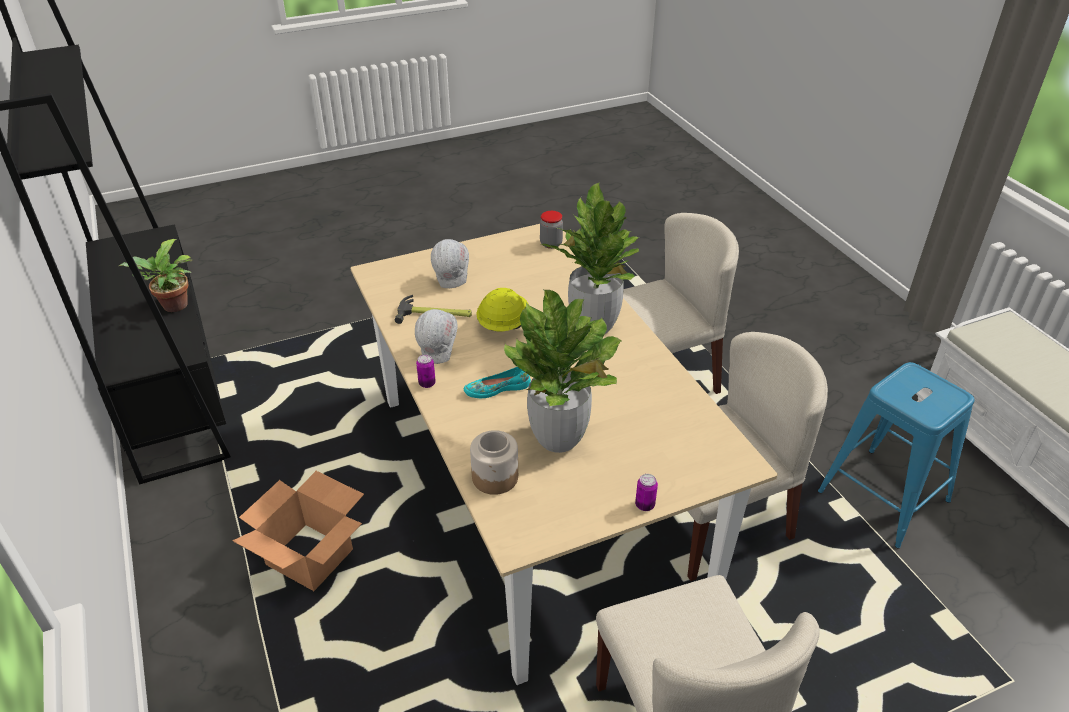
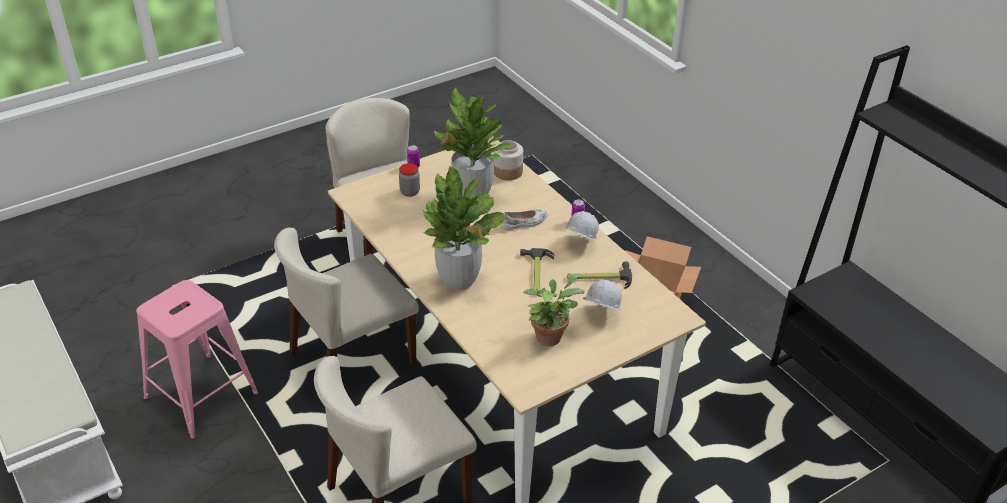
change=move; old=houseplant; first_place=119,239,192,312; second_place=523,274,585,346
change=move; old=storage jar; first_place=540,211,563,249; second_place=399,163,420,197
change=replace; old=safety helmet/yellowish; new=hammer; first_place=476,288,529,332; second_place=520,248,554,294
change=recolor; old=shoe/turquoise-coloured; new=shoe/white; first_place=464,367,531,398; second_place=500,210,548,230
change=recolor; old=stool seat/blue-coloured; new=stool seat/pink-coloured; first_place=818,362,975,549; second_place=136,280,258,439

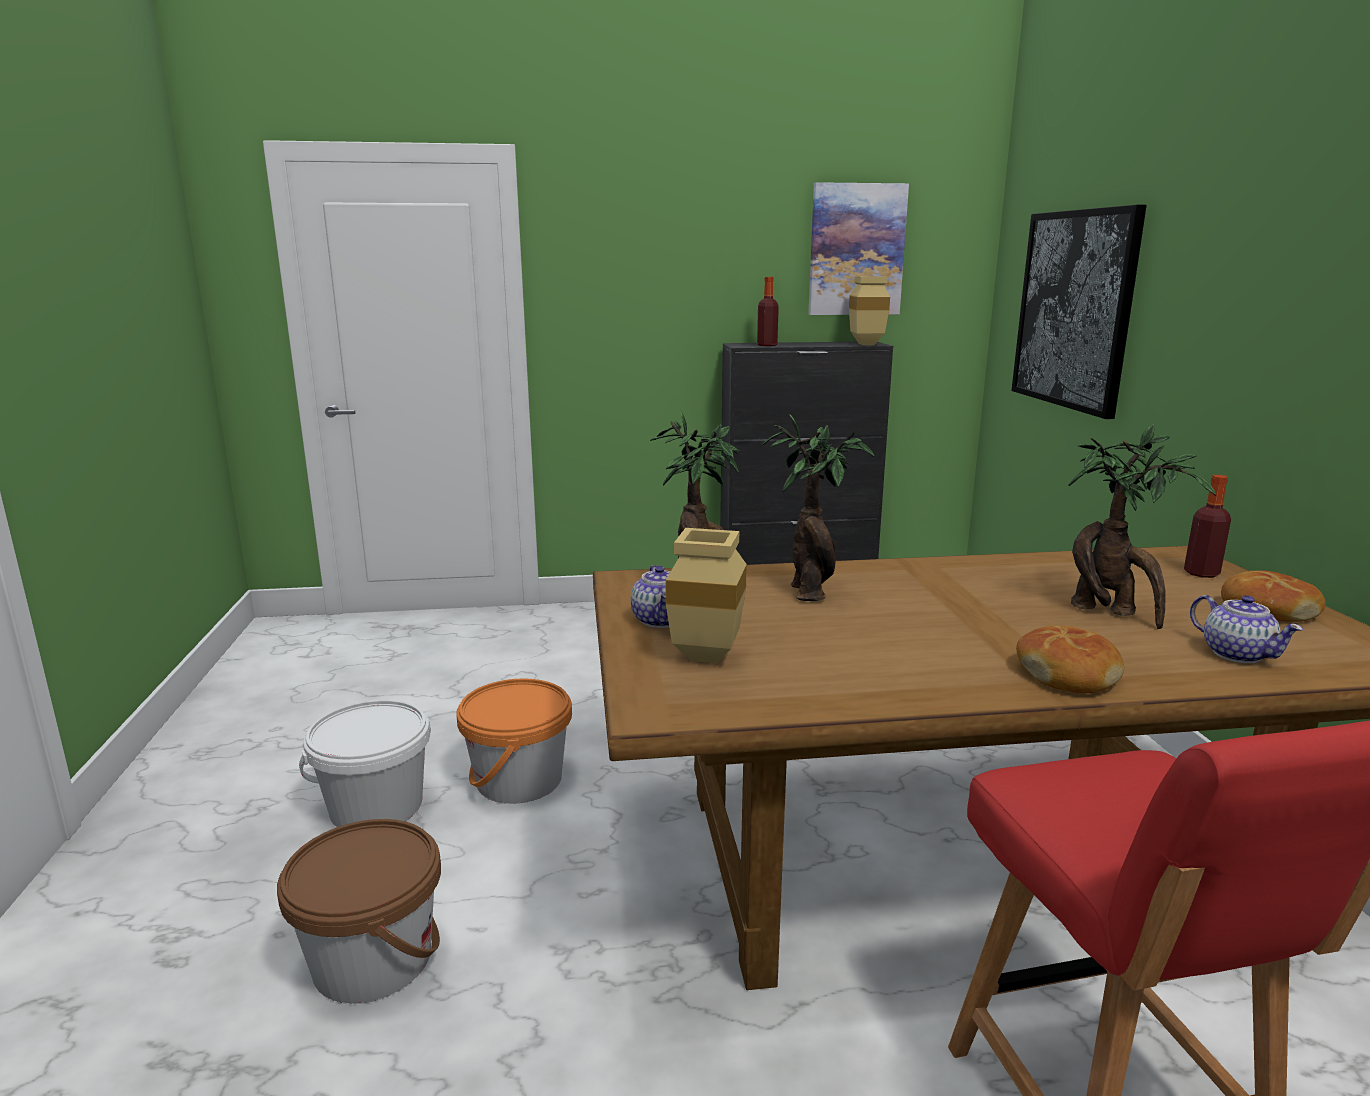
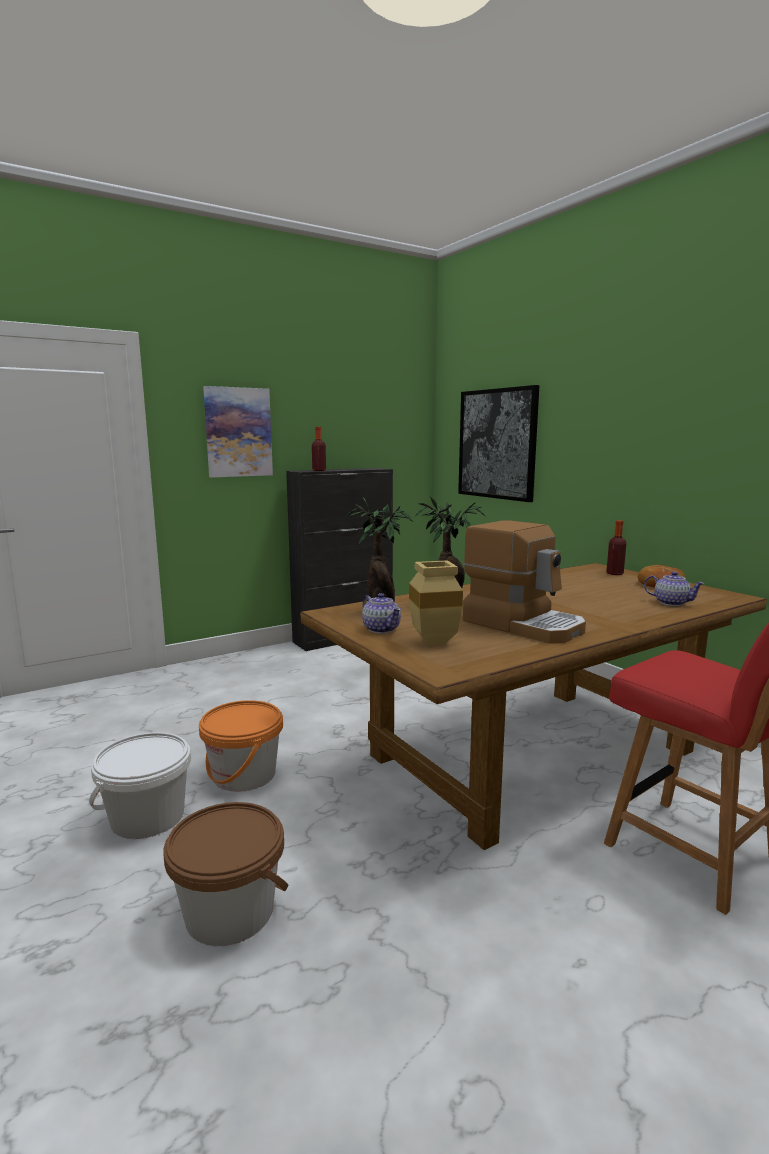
change=delete; old=flower vase/beige; first_place=849,276,890,345
change=delete; old=bakery bread; first_place=1016,626,1124,693
change=delete; old=houseplant; first_place=1068,424,1216,629
change=insert; new=coffee machine; second_place=463,520,586,644
change=move; old=picture; first_place=808,182,909,315; second_place=203,386,273,478

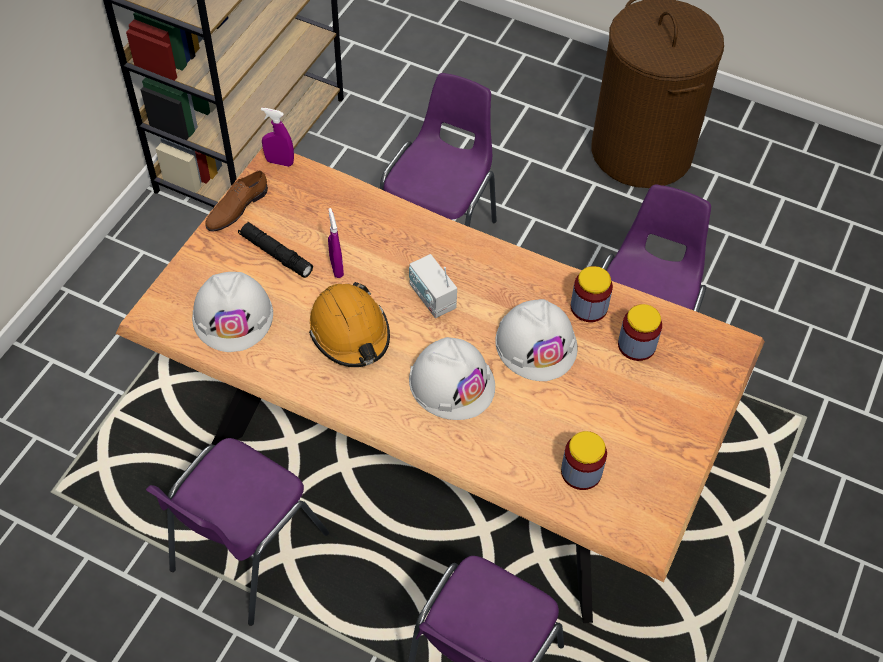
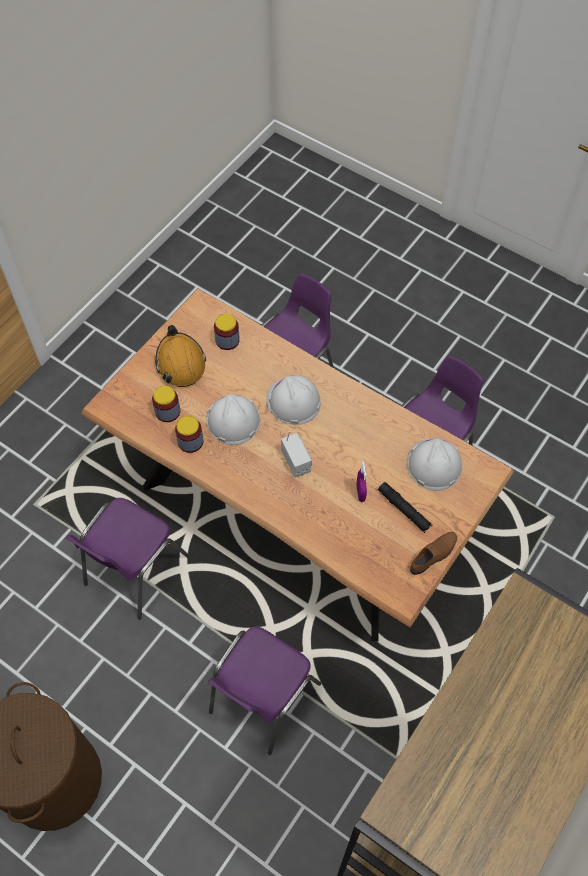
change=delete; old=hand sprayer/purple; first_place=261,107,294,167
change=move; old=safety helmet/orange; first_place=309,282,390,367; second_place=155,325,206,387

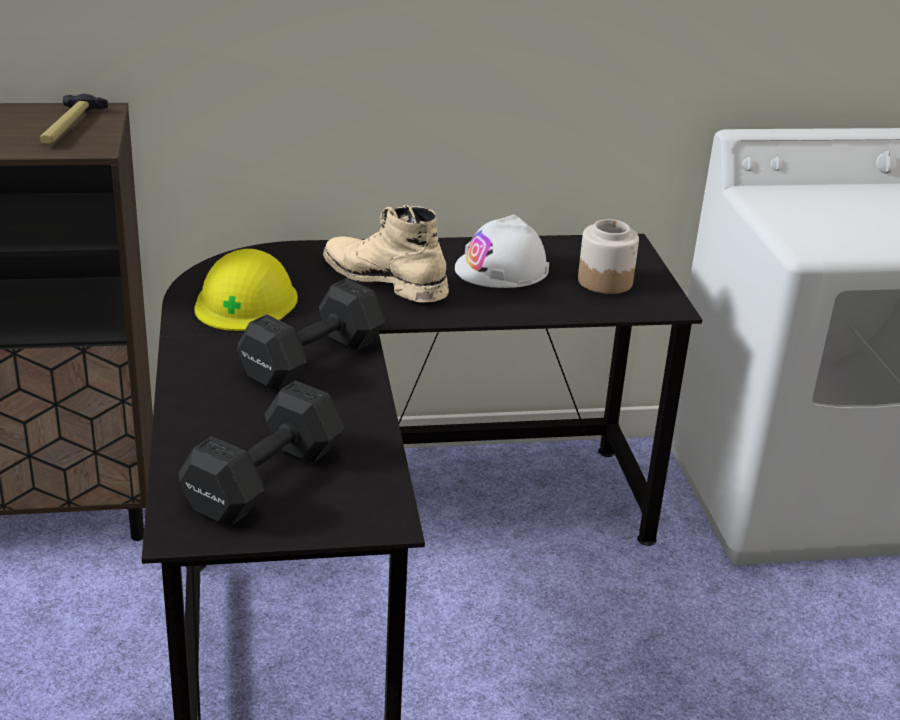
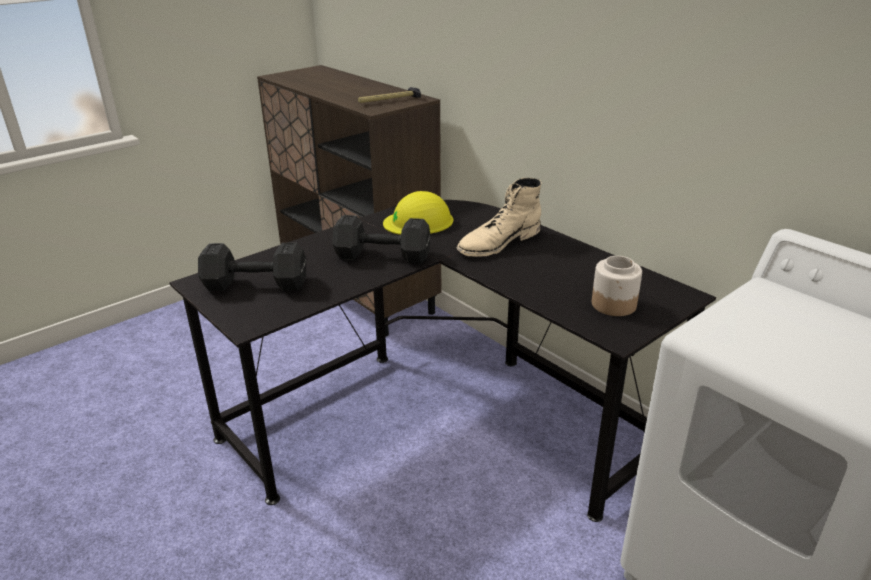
change=delete; old=safety helmet/white; first_place=455,215,549,288
change=rotate; old=boot/beige; first_place=323,205,449,303; second_place=456,178,541,257; degrees=-135

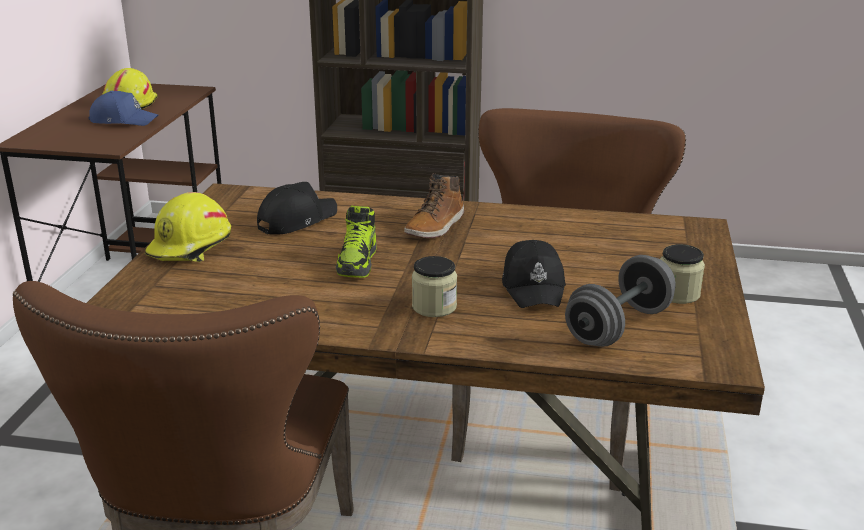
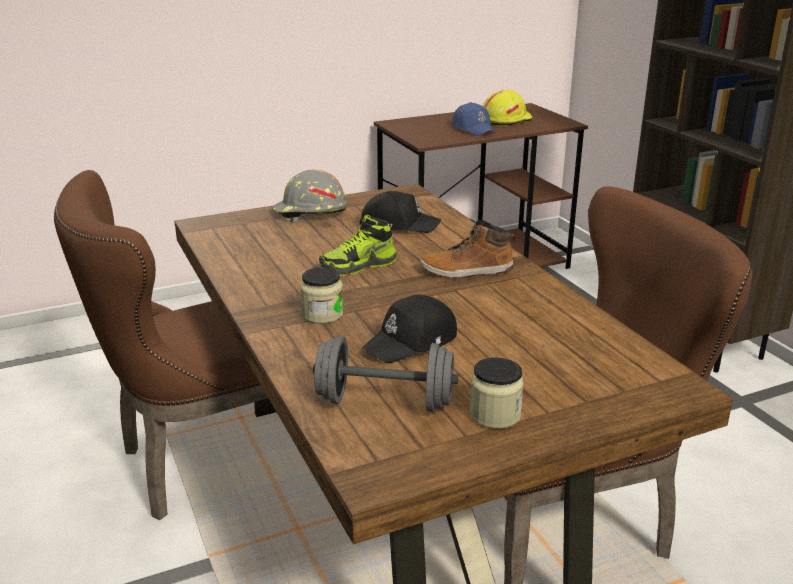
change=recolor; old=safety helmet/yellowish; new=safety helmet/greyish; first_place=145,192,231,262; second_place=272,169,347,223

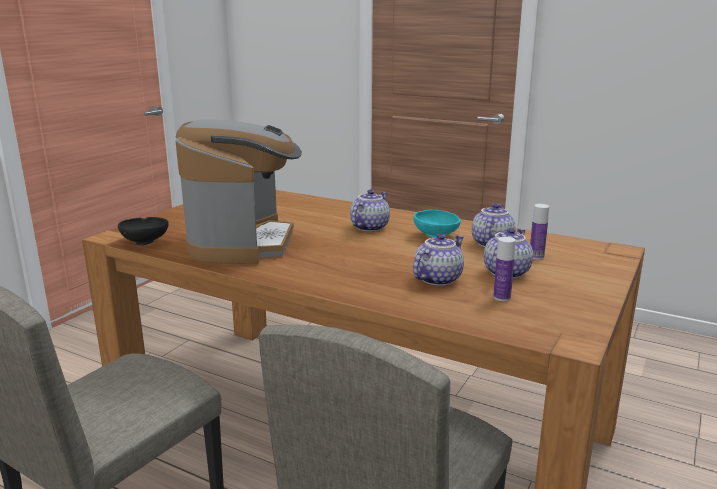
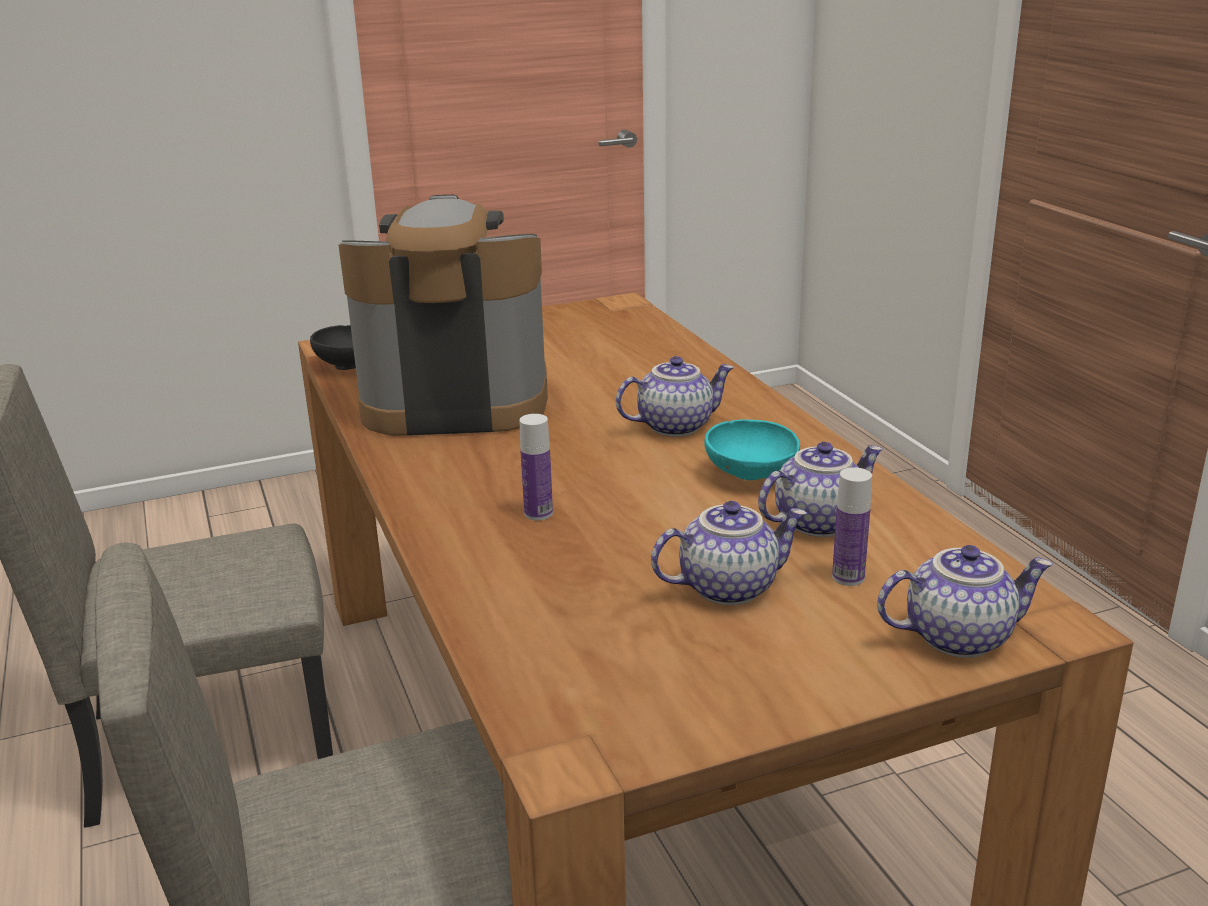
change=move; old=pot for tea; first_place=413,233,464,286; second_place=877,545,1053,658
change=move; old=beverage bottle; first_place=493,237,516,301; second_place=519,414,553,521
change=rotate; old=coffee machine; first_place=175,119,302,264; second_place=339,195,548,436; degrees=-135

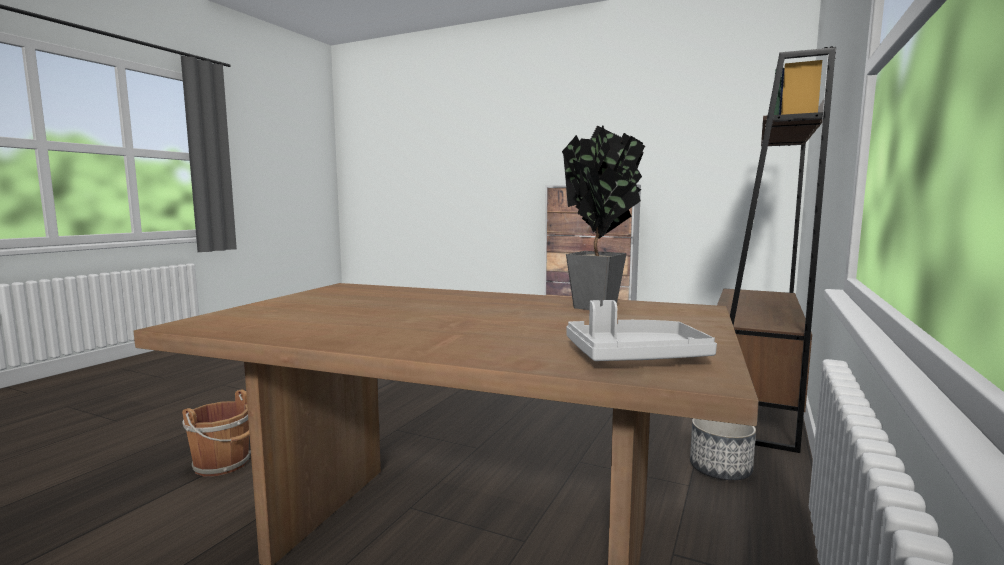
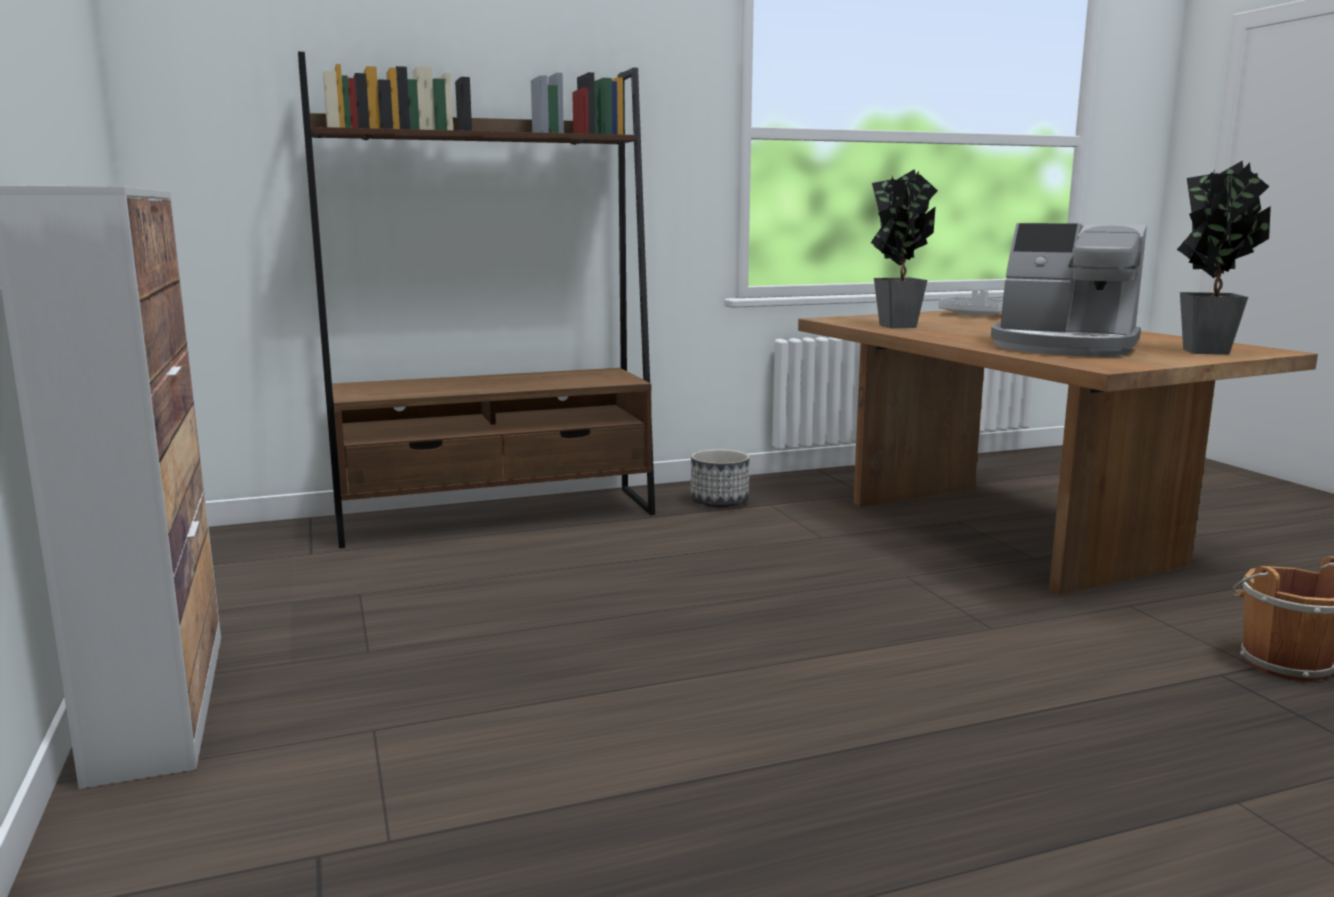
change=insert; new=coffee machine; second_place=991,223,1147,357
change=insert; new=houseplant; second_place=1177,160,1271,355

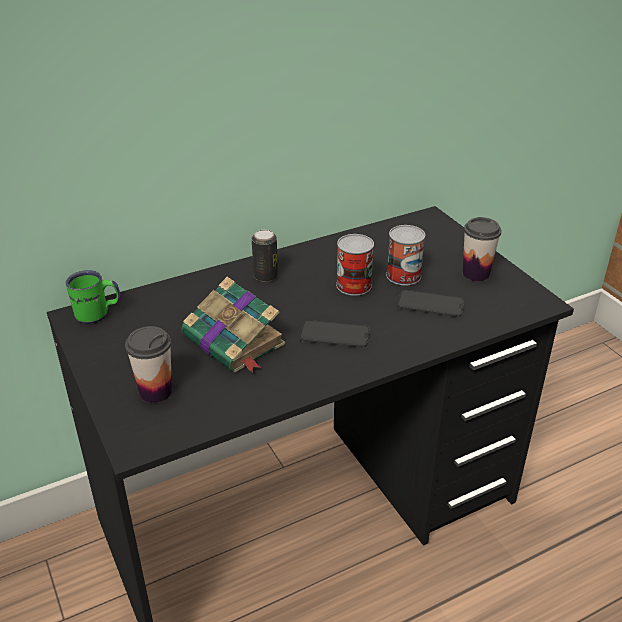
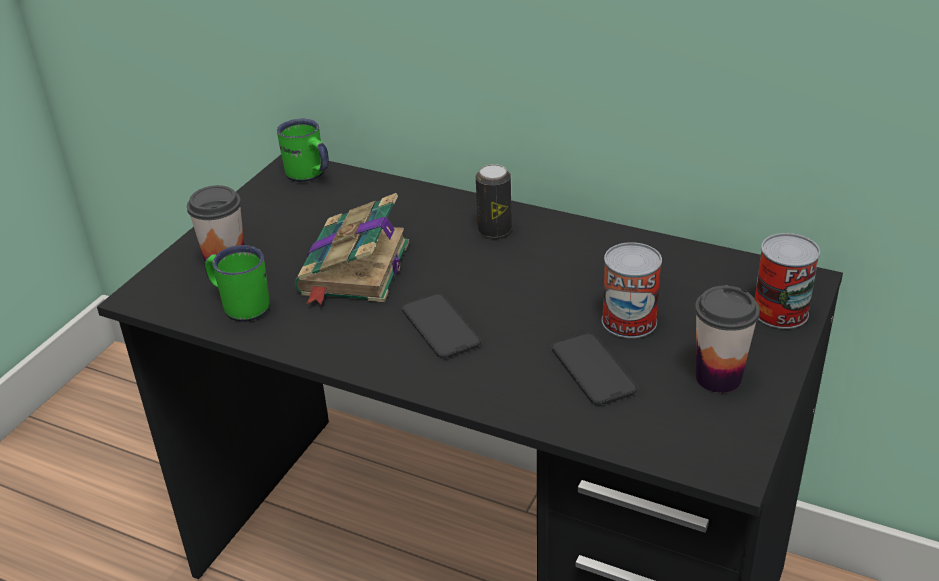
change=insert; new=mug/greenish; second_place=204,245,270,322
change=move; old=metal can; first_place=336,234,374,296; second_place=755,233,820,329

